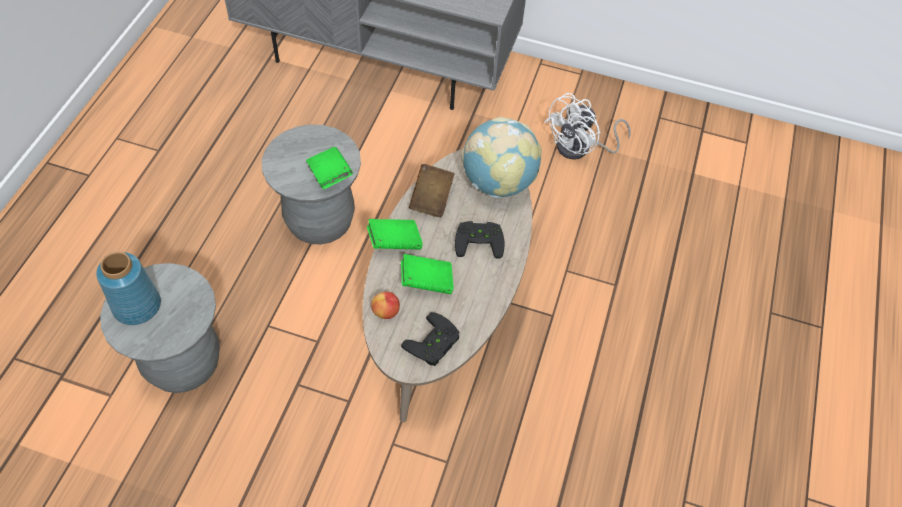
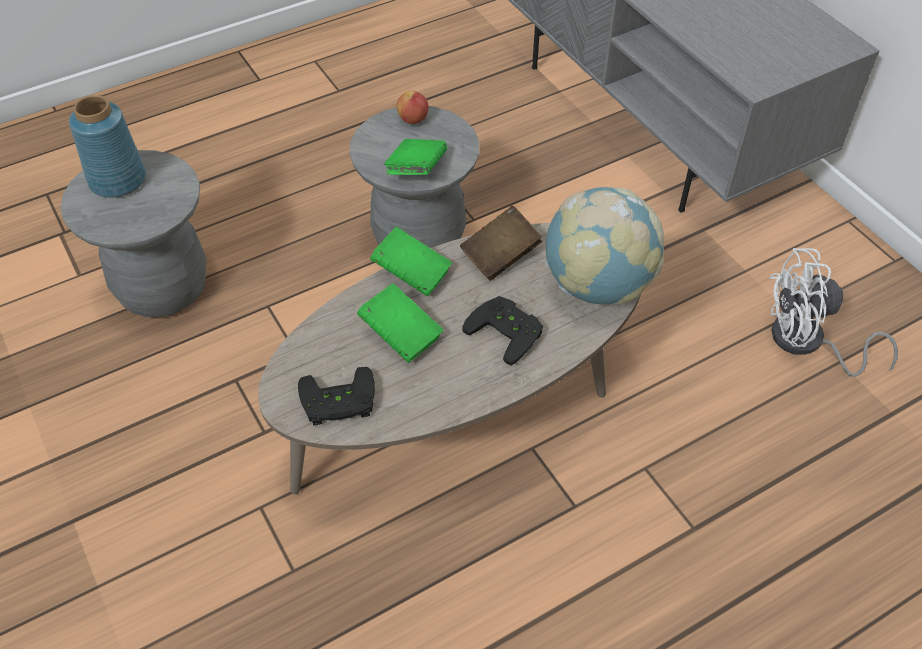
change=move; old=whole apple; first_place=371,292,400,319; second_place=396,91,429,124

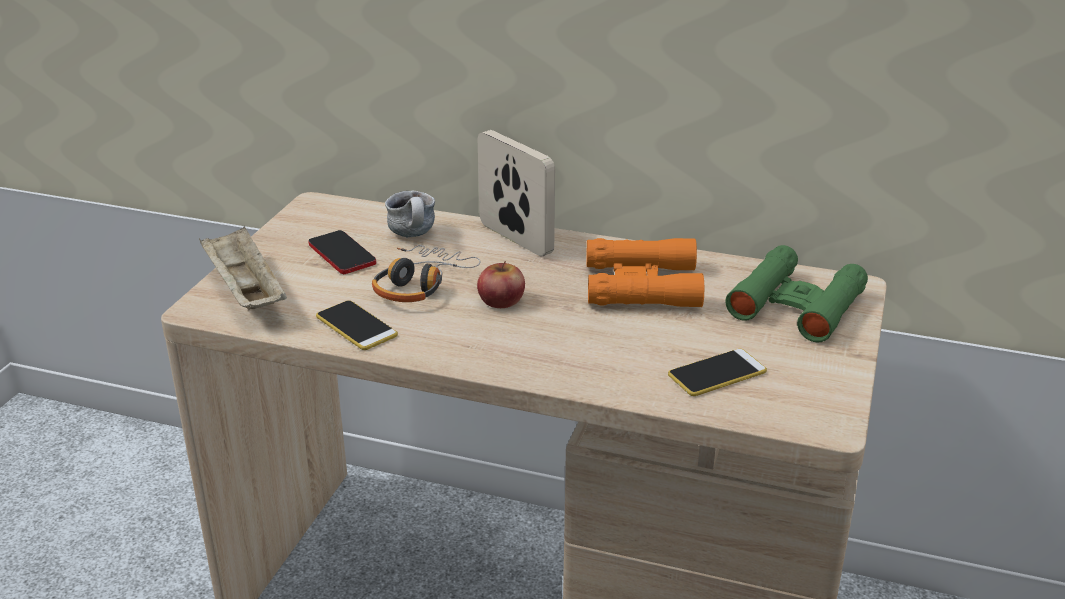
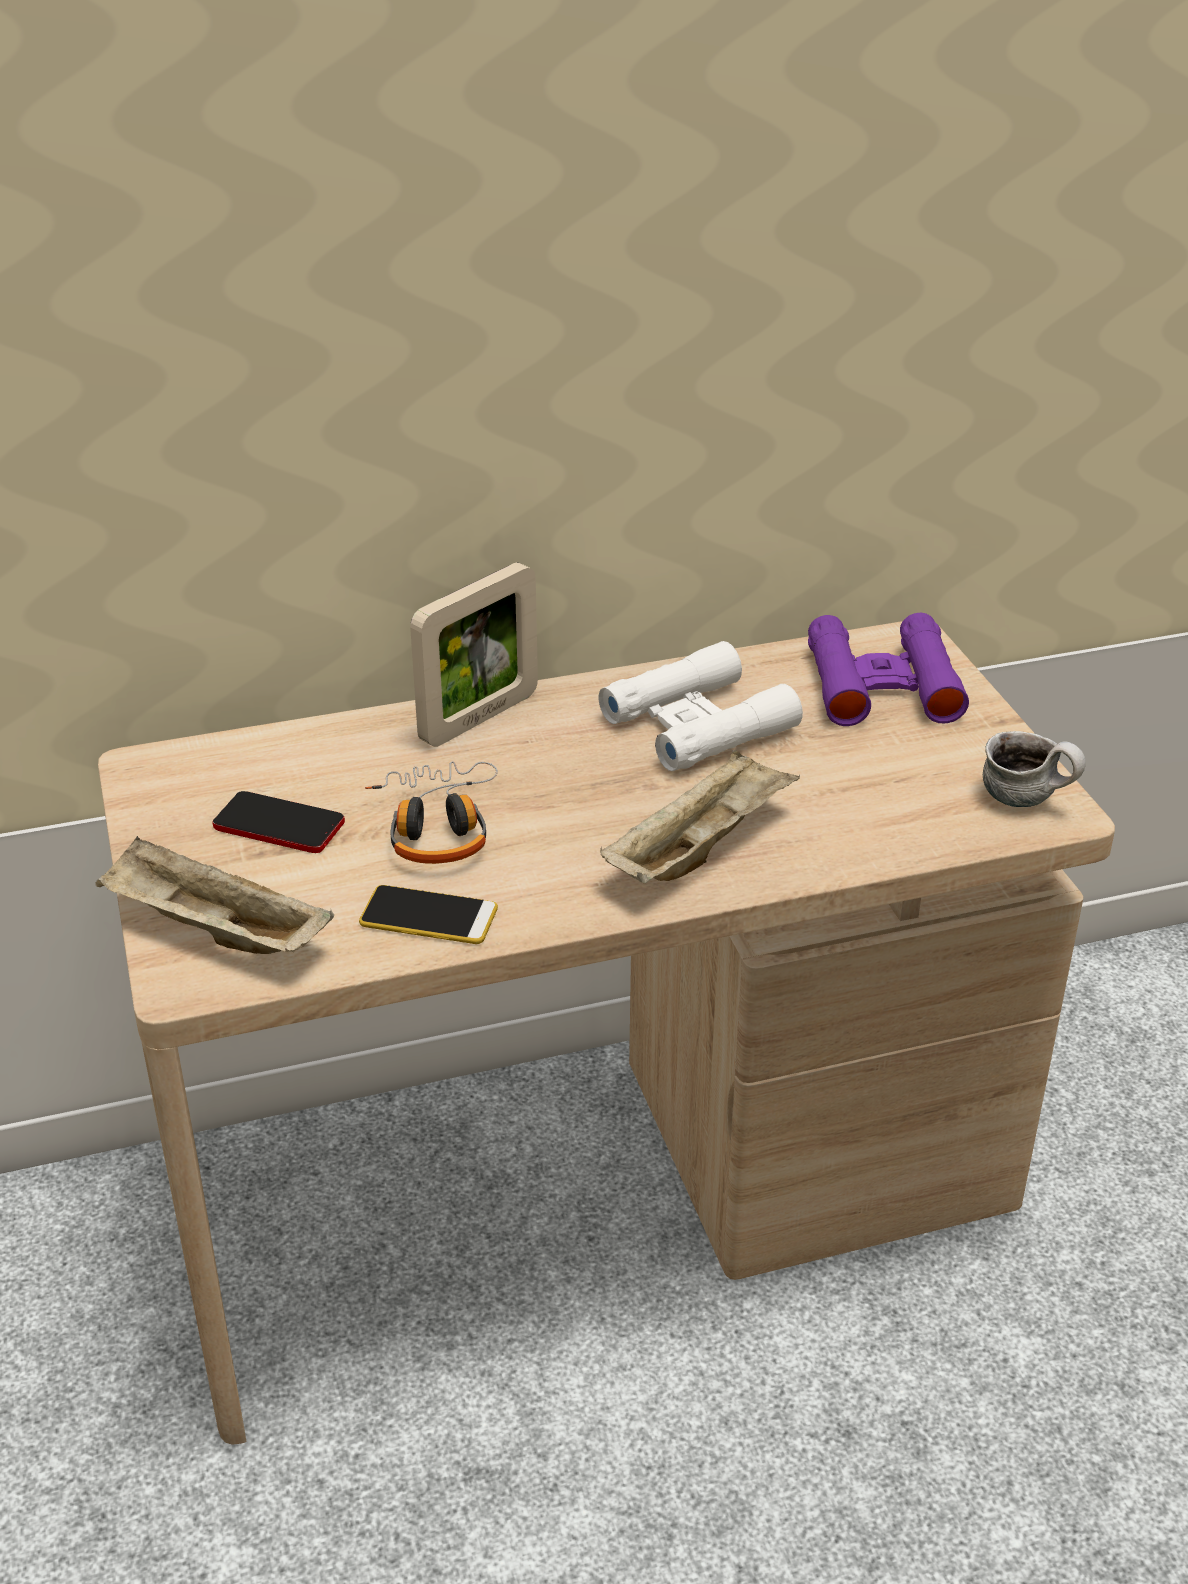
change=delete; old=whole apple; first_place=477,261,525,308
change=delete; old=phone; first_place=668,349,767,396
change=insert; new=carrying tray/beige; second_place=600,750,800,883
change=move; old=mug; first_place=385,190,435,237; second_place=983,731,1086,807
change=recolor; old=binoculars/orange; new=binoculars/white; first_place=586,238,704,307; second_place=598,641,803,771
change=recolor; old=binoculars/greenish; new=binoculars/purple; first_place=725,245,868,342; second_place=808,613,969,726
change=rotate; old=photo frame; first_place=478,130,555,257; second_place=410,562,538,747; degrees=120

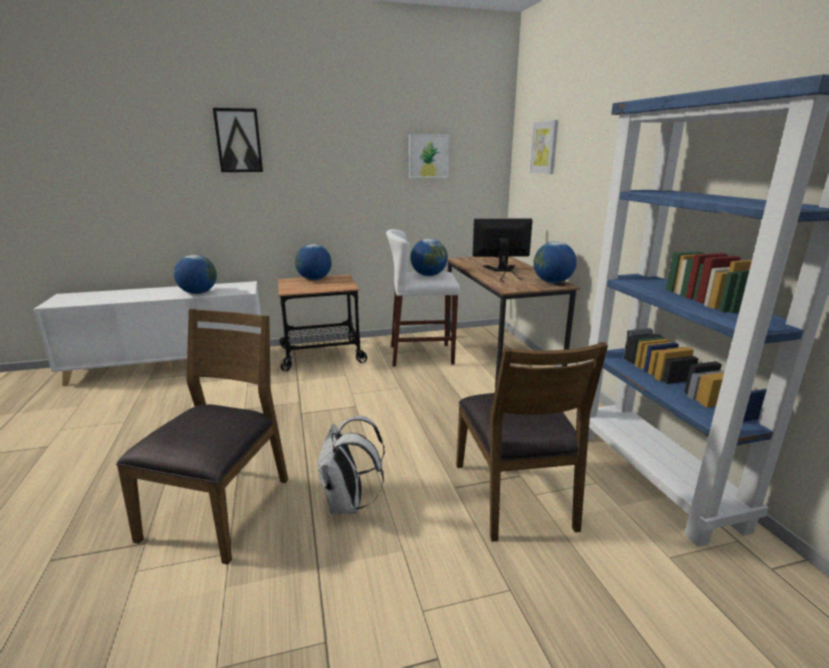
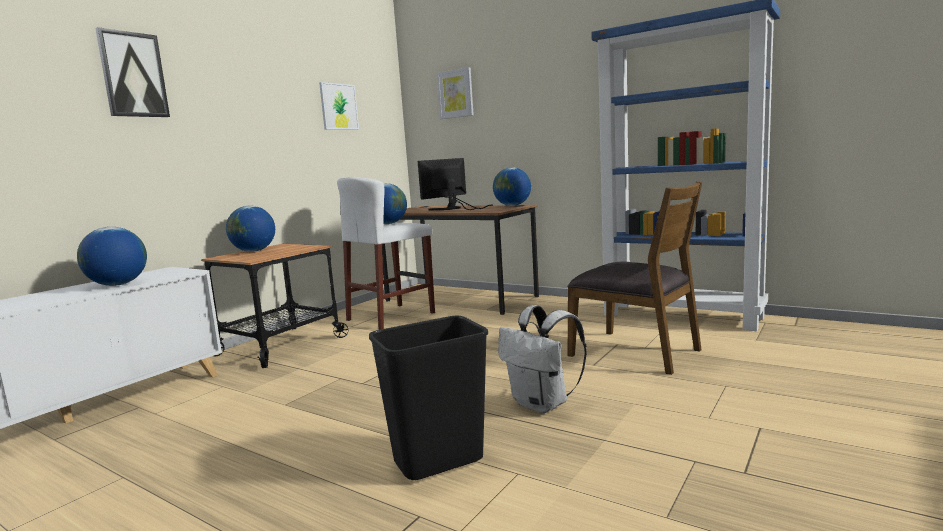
change=replace; old=chair/brown; new=trash can/black; first_place=116,309,288,565; second_place=369,316,488,480

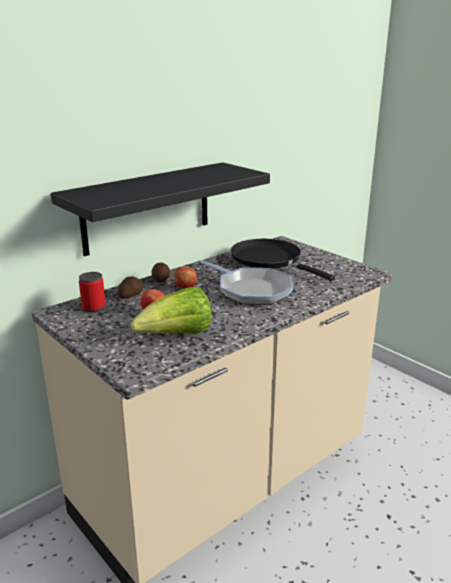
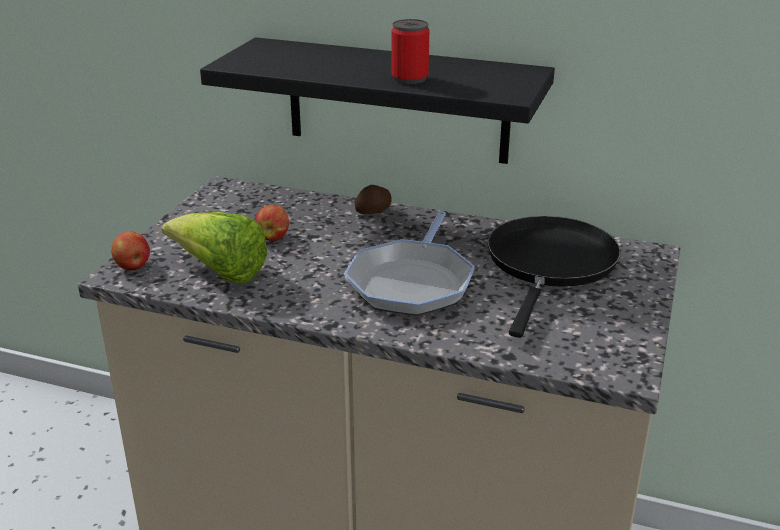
change=delete; old=whole potato; first_place=118,276,143,299
change=move; old=metal can; first_place=79,272,106,313; second_place=391,19,429,84
change=move; old=whole apple; first_place=174,267,197,289; second_place=111,231,150,270

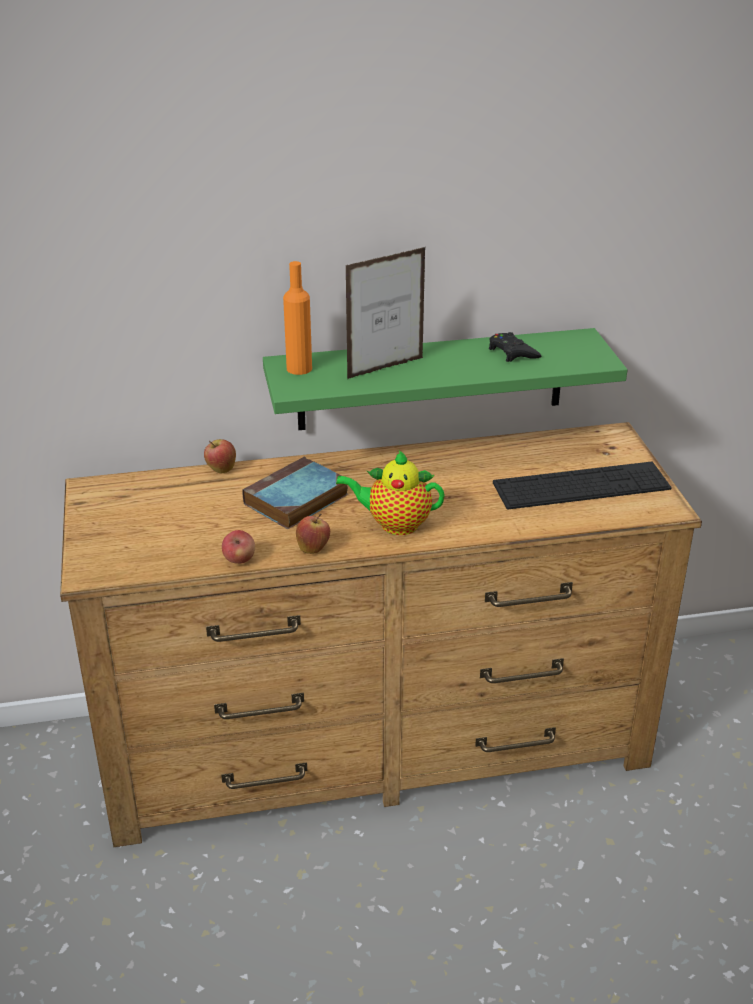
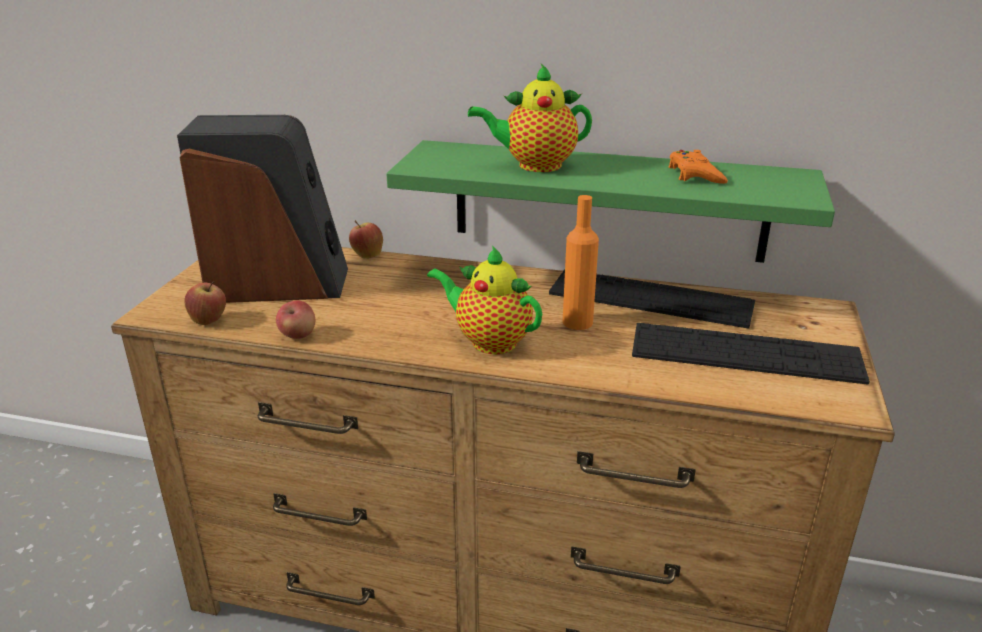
change=delete; old=book; first_place=242,457,348,529
change=insert; new=loudspeaker; second_place=177,115,348,303
change=insert; new=computer keyboard; second_place=549,270,755,329
change=move; old=beverage bottle/orange; first_place=283,261,312,375; second_place=563,195,599,330
change=move; old=whole apple; first_place=296,514,330,554; second_place=184,281,226,325
change=replace; old=photo frame; new=pot for tea; first_place=346,247,426,379; second_place=468,64,592,172
change=recolor; old=game controller/black; new=game controller/orange; first_place=489,332,541,362; second_place=668,150,728,184

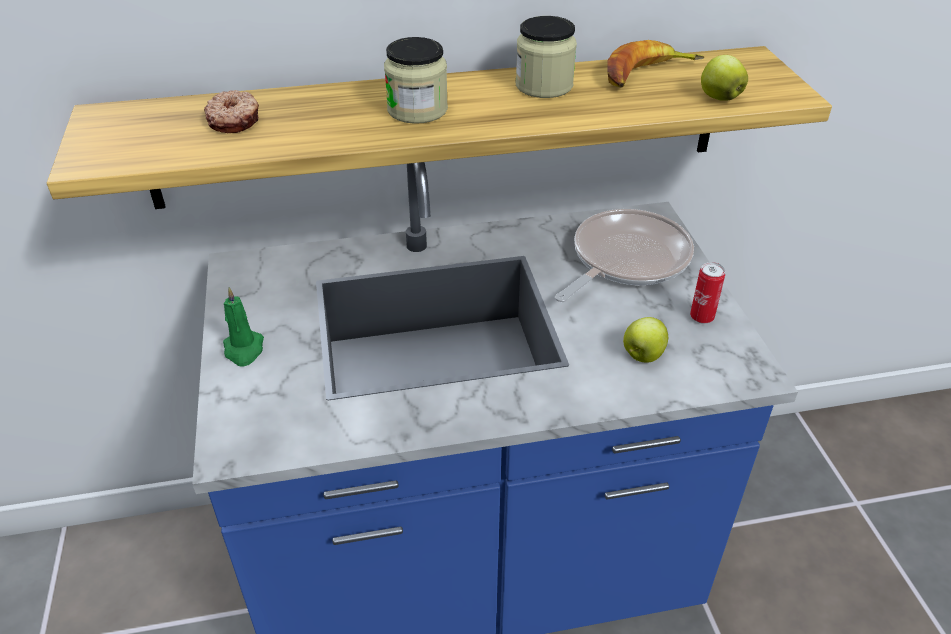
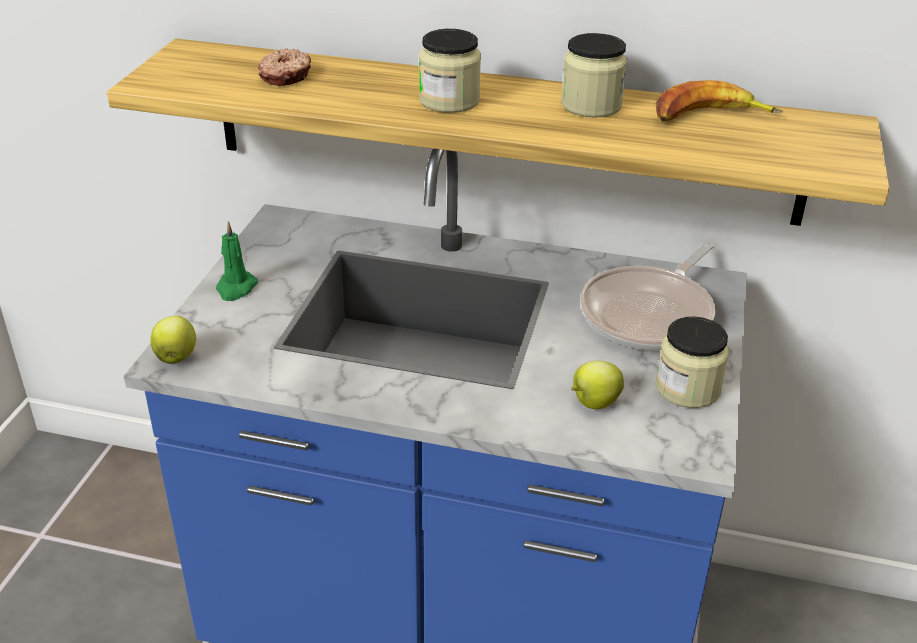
change=move; old=whole apple; first_place=701,55,748,101; second_place=150,316,196,364
change=replace; old=metal can; new=storage jar; first_place=690,262,725,324; second_place=656,317,729,408
change=rotate; old=frying pan; first_place=555,209,694,302; second_place=580,241,715,350; degrees=150

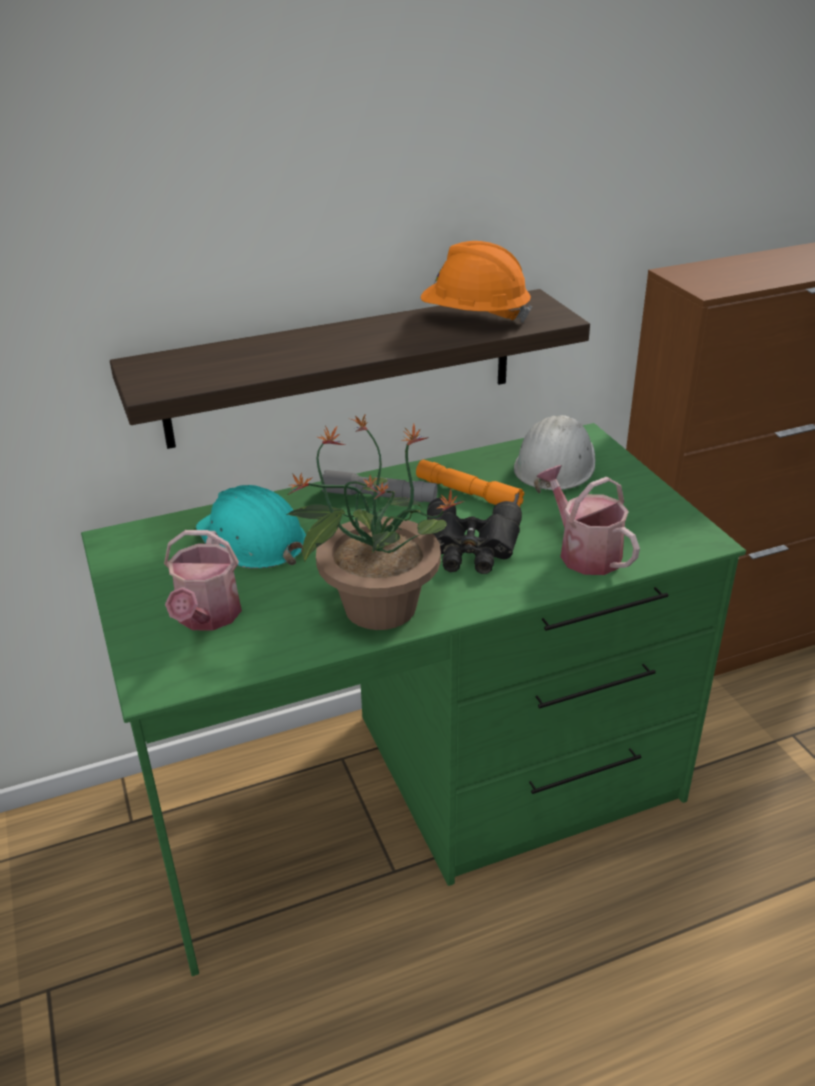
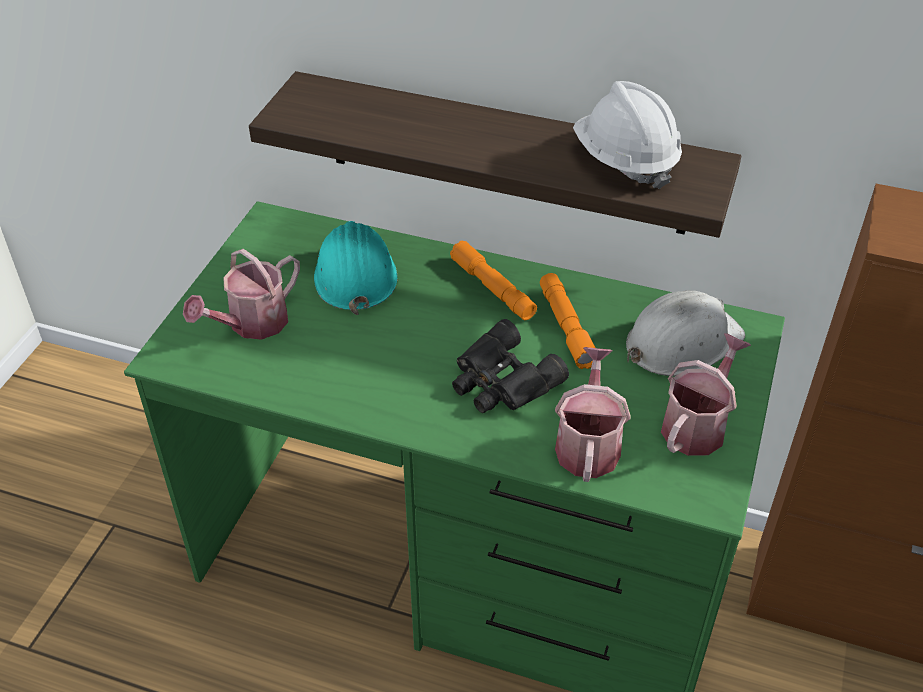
change=delete; old=houseplant; first_place=286,413,464,630
change=insert; new=watering pot; second_place=661,333,751,456
change=recolor; old=torch/greyish; new=torch/orange; first_place=321,470,437,502; second_place=450,240,537,320
change=recolor; old=safety helmet/orange; new=safety helmet/white; first_place=420,241,532,322; second_place=573,81,682,189

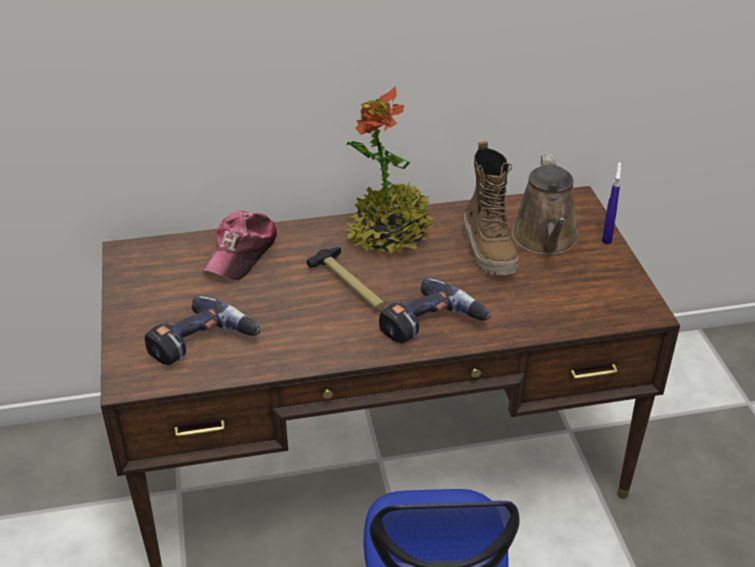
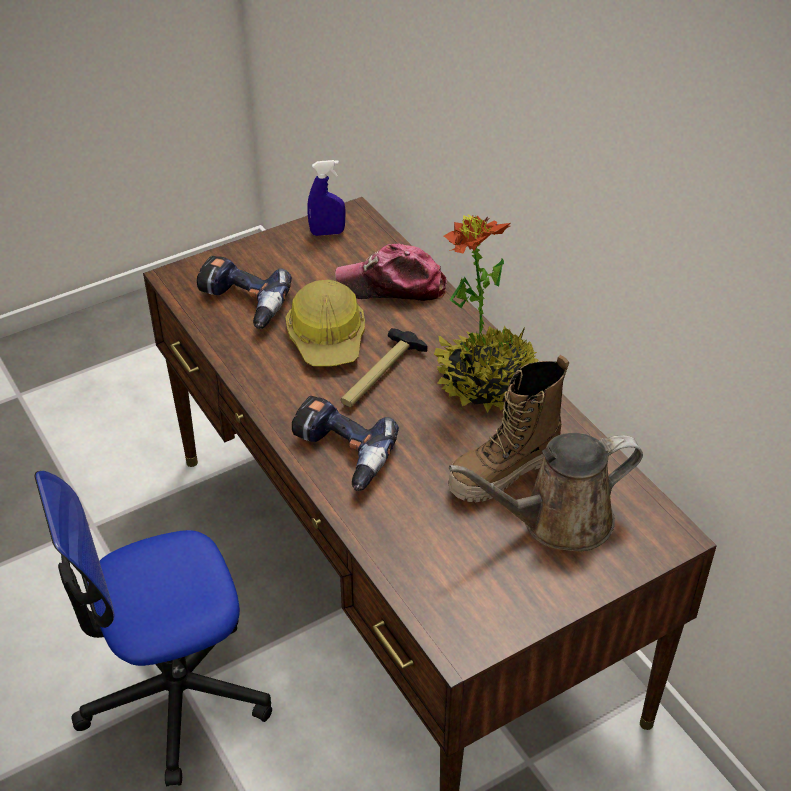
change=insert; new=safety helmet; second_place=285,280,365,366
change=move; old=hand sprayer/blue-coloured; first_place=602,162,622,244; second_place=307,160,346,236

